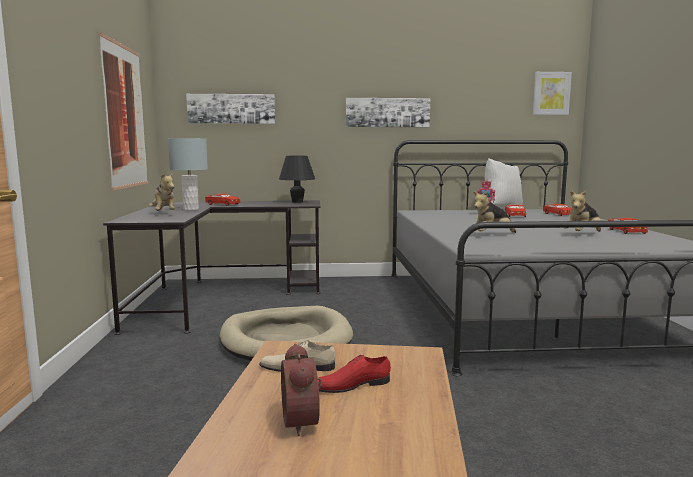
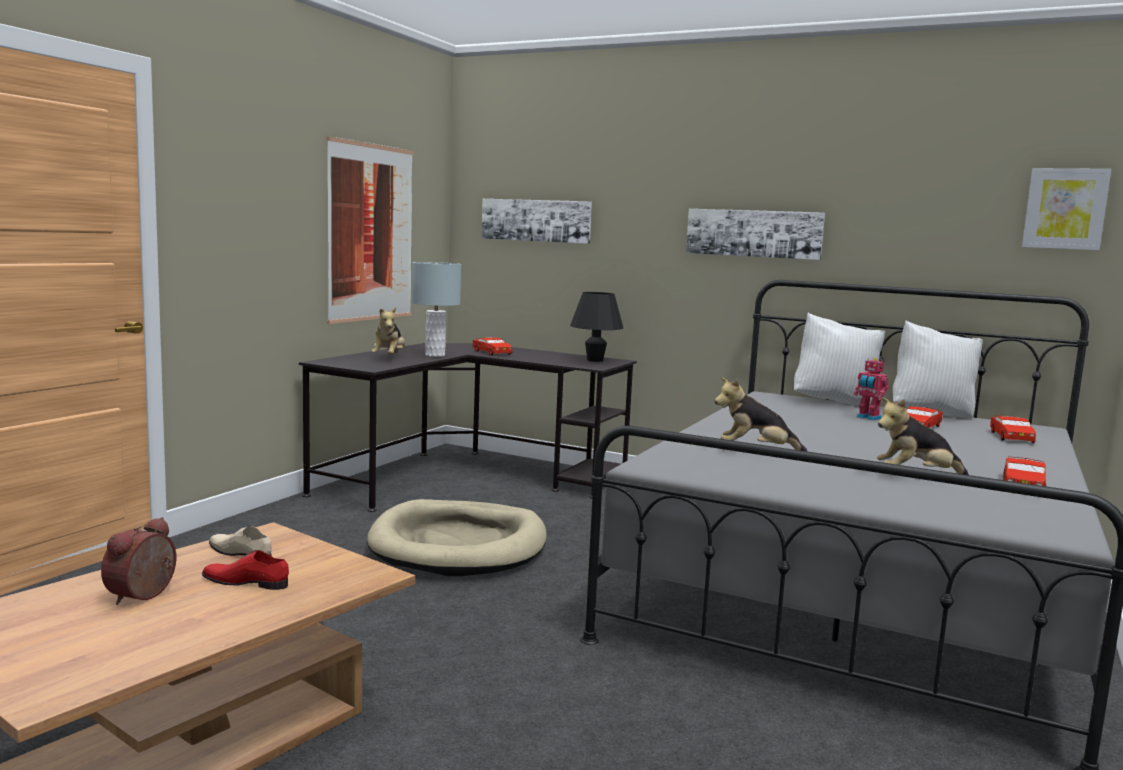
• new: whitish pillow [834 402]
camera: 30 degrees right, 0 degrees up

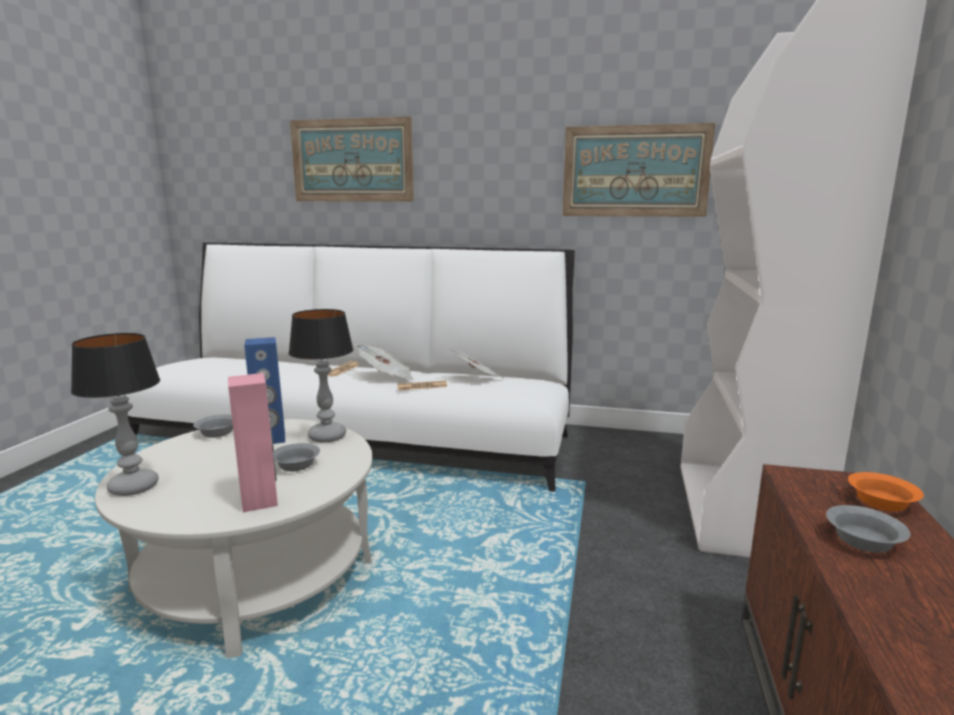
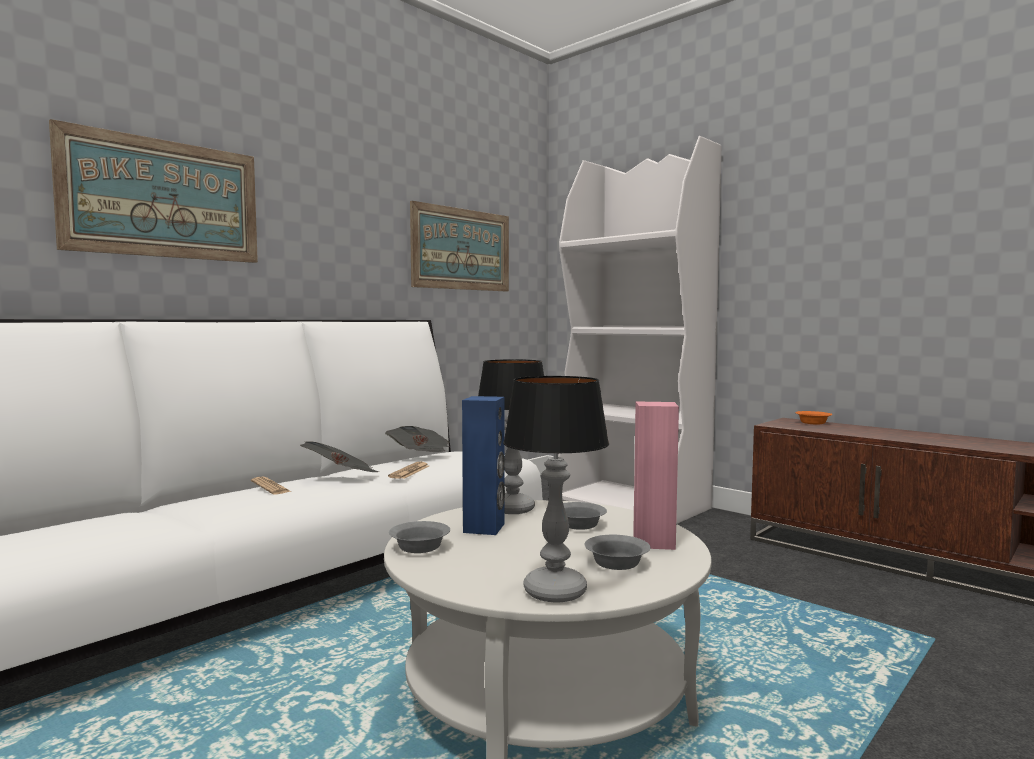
• shifted: gray bowl [862 541] to [617 564]
camera: 60 degrees left, 10 degrees down

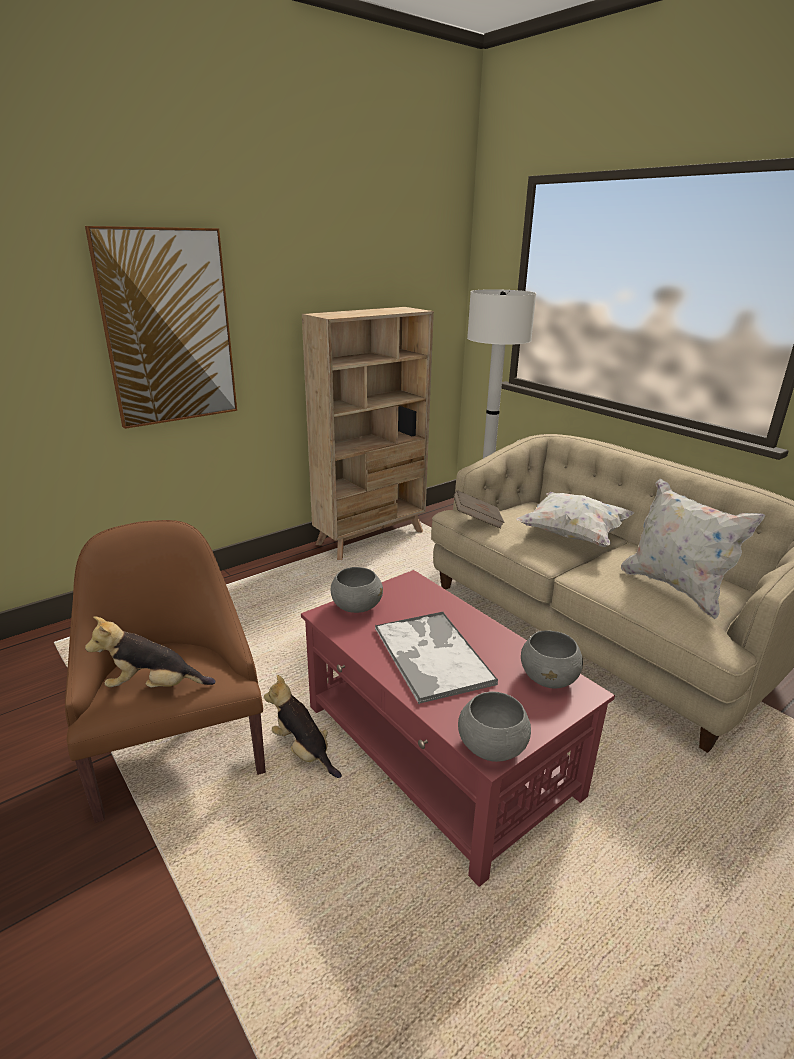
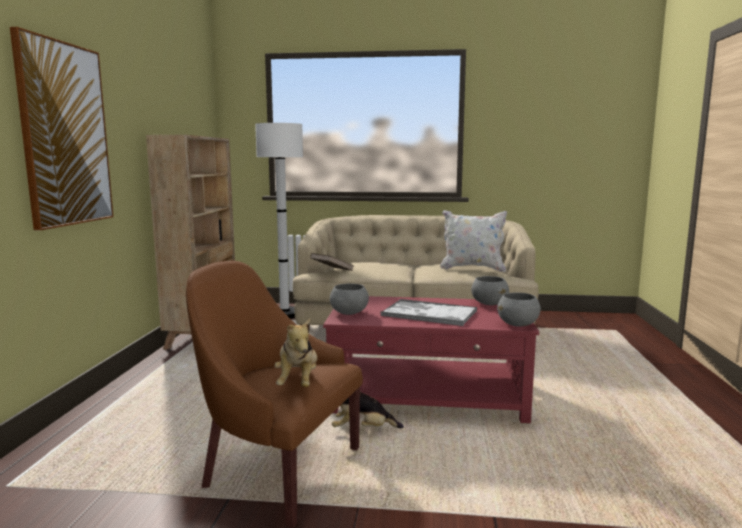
• rotated: soft toy [154 686] = [298 382] 45 degrees counterclockwise
• gone: whitish pillow [572 535]
camera: 45 degrees left, 15 degrees down

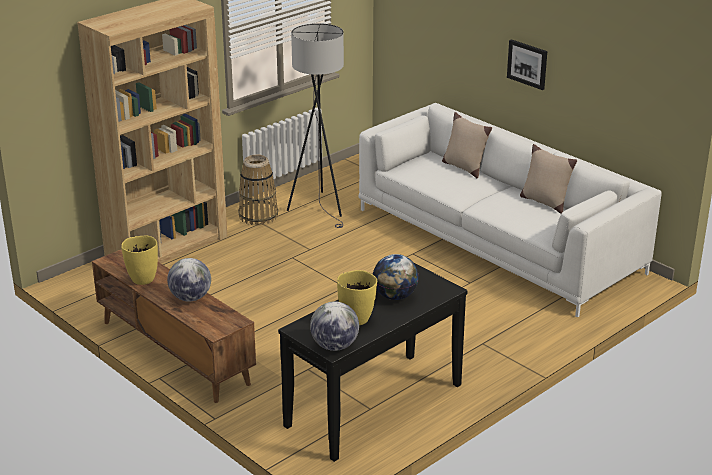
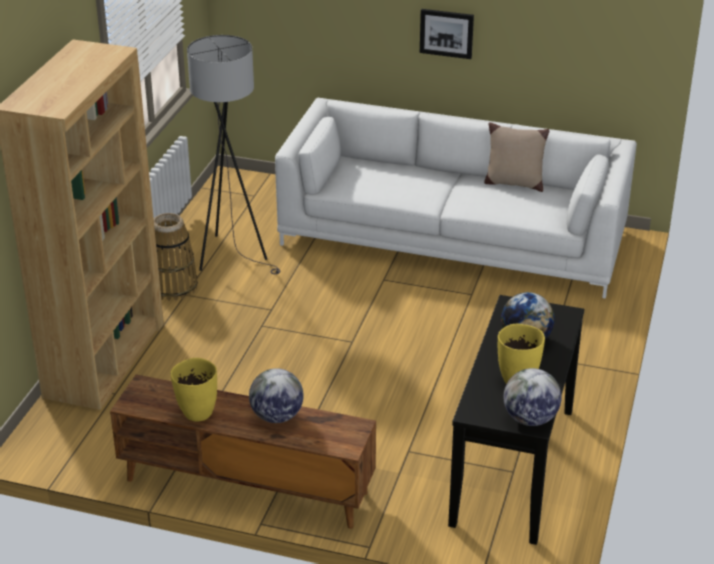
• gone: beige-coloured pillow [464 167]
camera: 30 degrees left, 5 degrees up

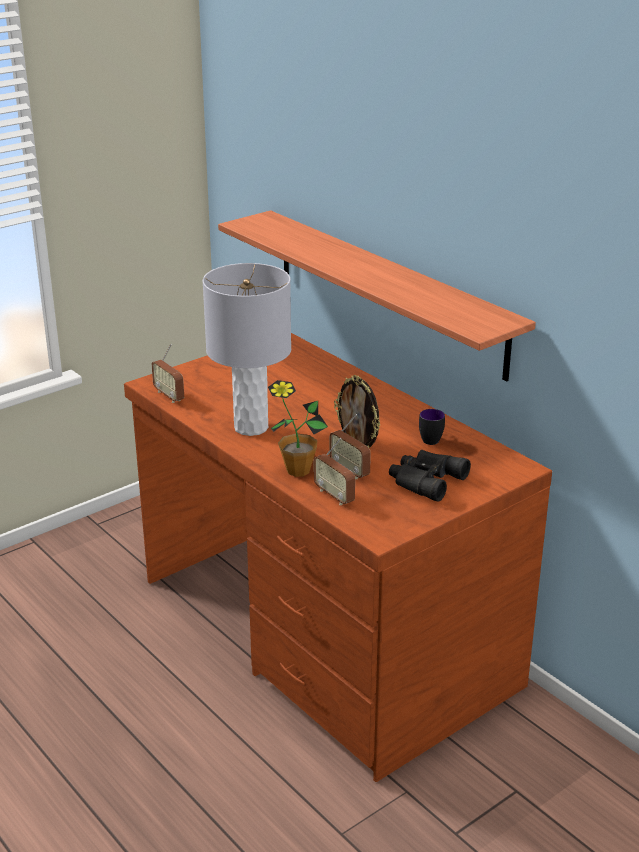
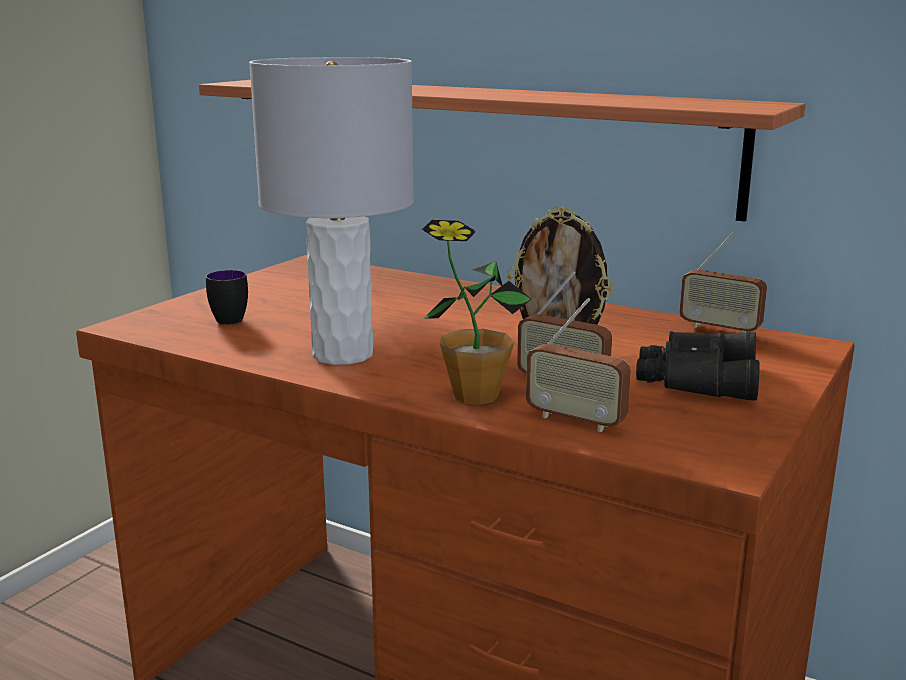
• shifted: tea mug [429 438] to [227 318]
• shifted: radio [169 396] to [719 329]
camera: 20 degrees left, 10 degrees down

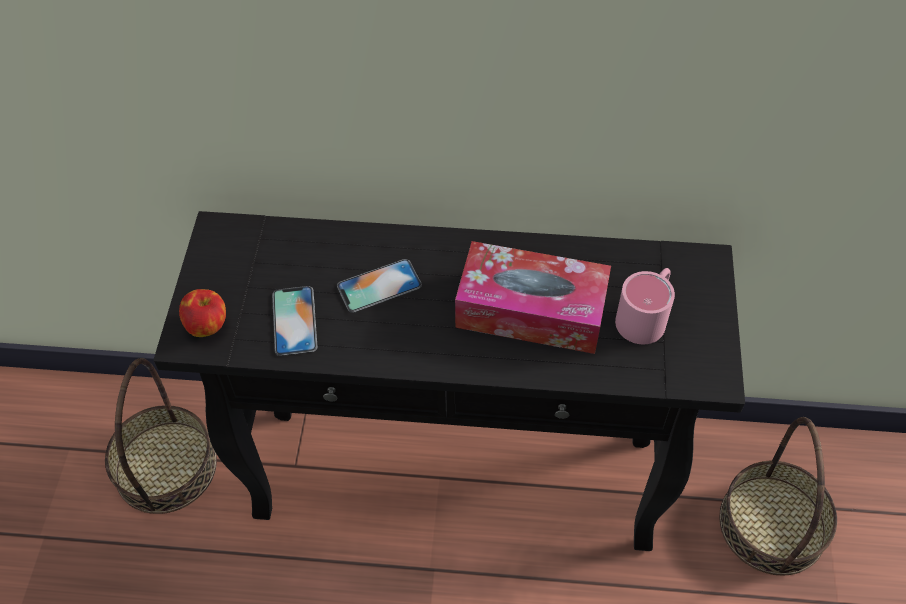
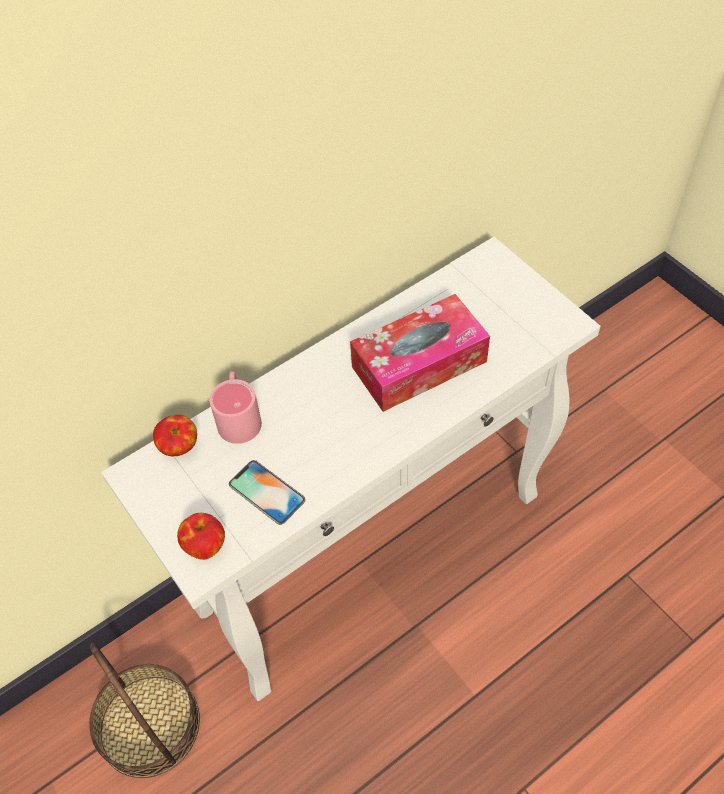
• repainted: black hall table [459 476] to whitish hall table [373 550]
• new: apple fruit [179 447]
• shifted: pink tea mug [646 315] to [239 416]
• gone: handset [379 286]
• gone: storage basket [771 524]
camera: 40 degrees left, 0 degrees up

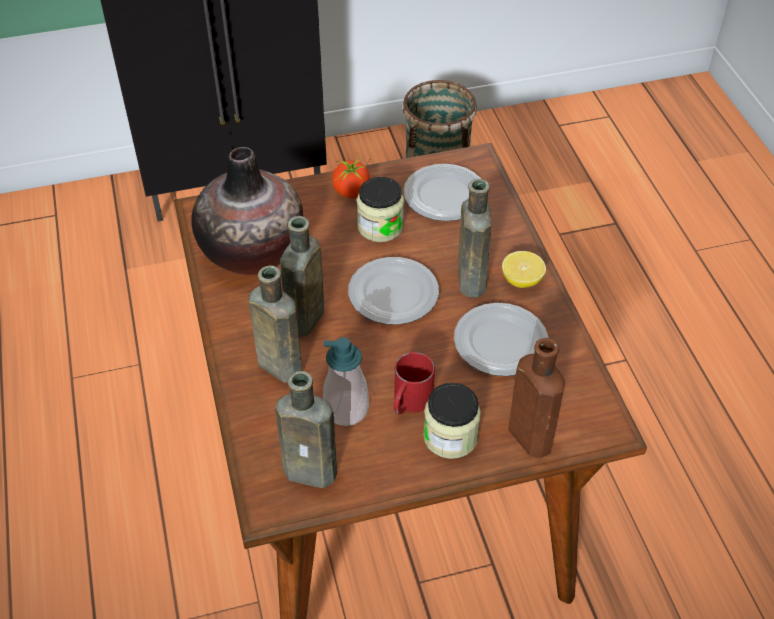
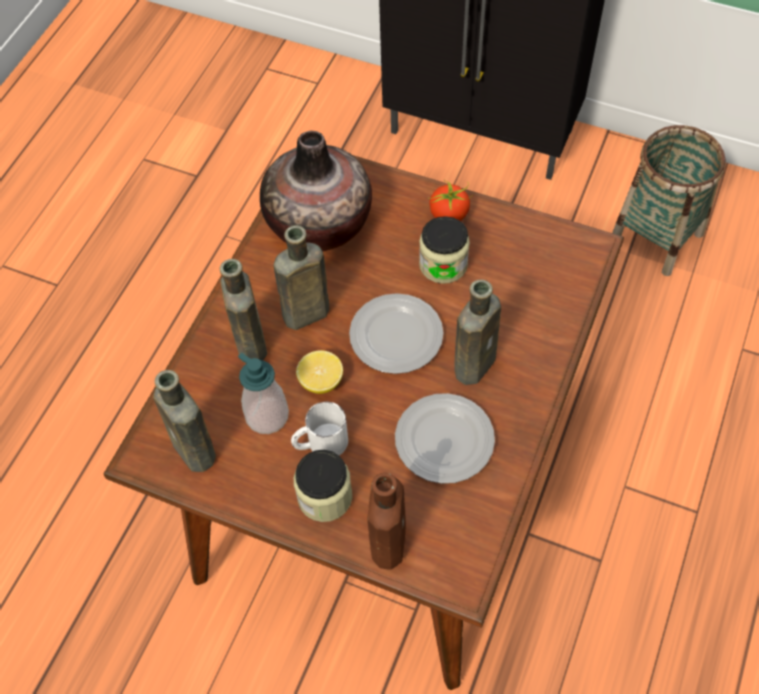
• repainted: reddish tea mug [409 402] to whitish tea mug [320 443]
• shifted: citrus fruit [521 280] to [321 381]
• gone: flat dish [444 196]
camera: 40 degrees right, 10 degrees up

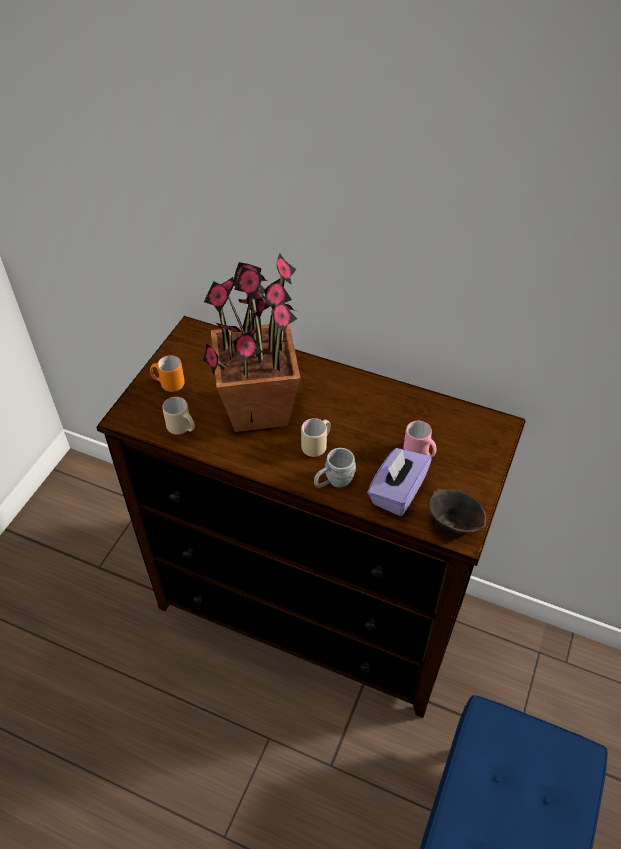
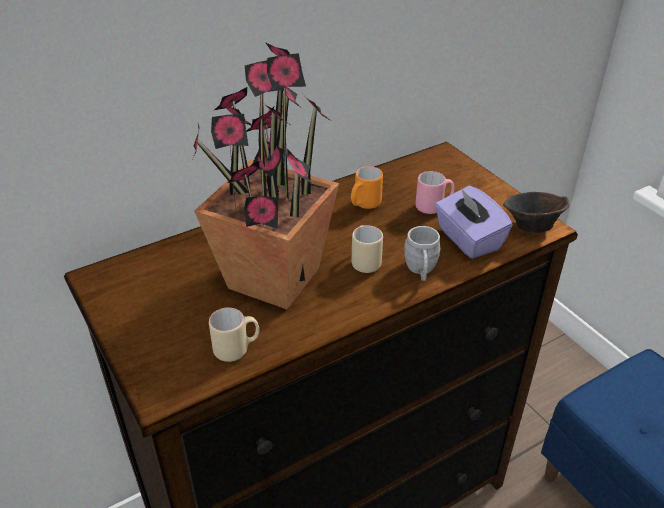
• shifted: orange tea mug [168 384] to [364 204]
camera: 55 degrees left, 10 degrees down

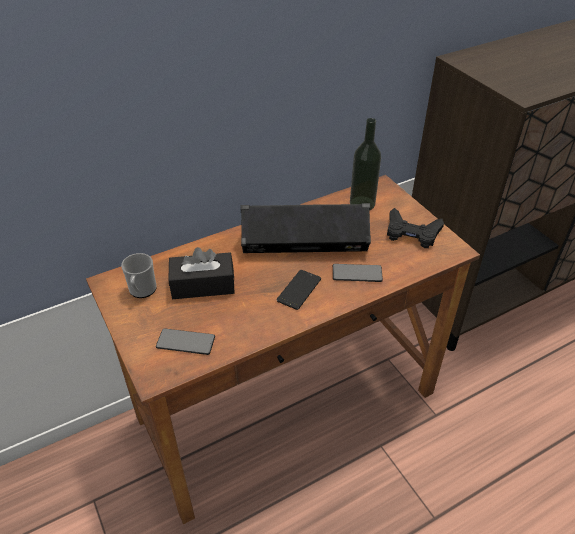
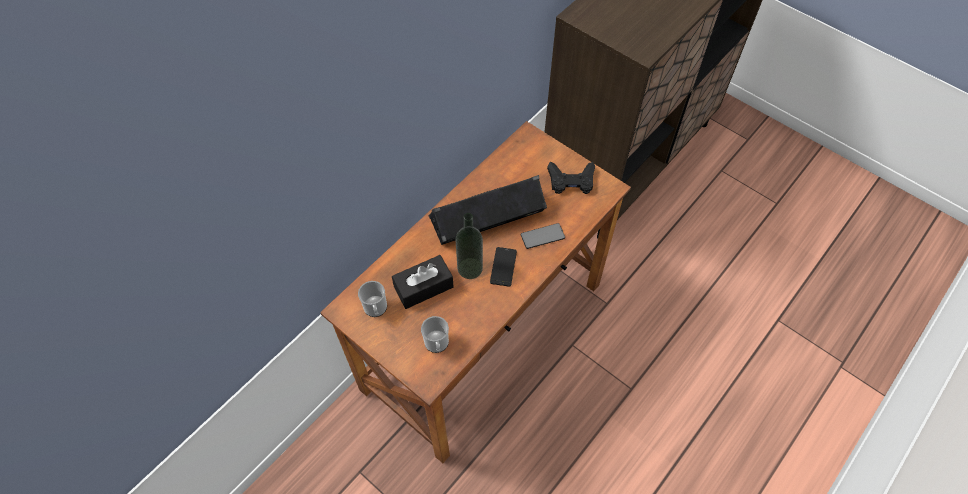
• swapped: handset [185 342] to tea mug [437 344]
• shifted: bottle [362 203] to [470 268]
camera: 20 degrees left, 15 degrees up

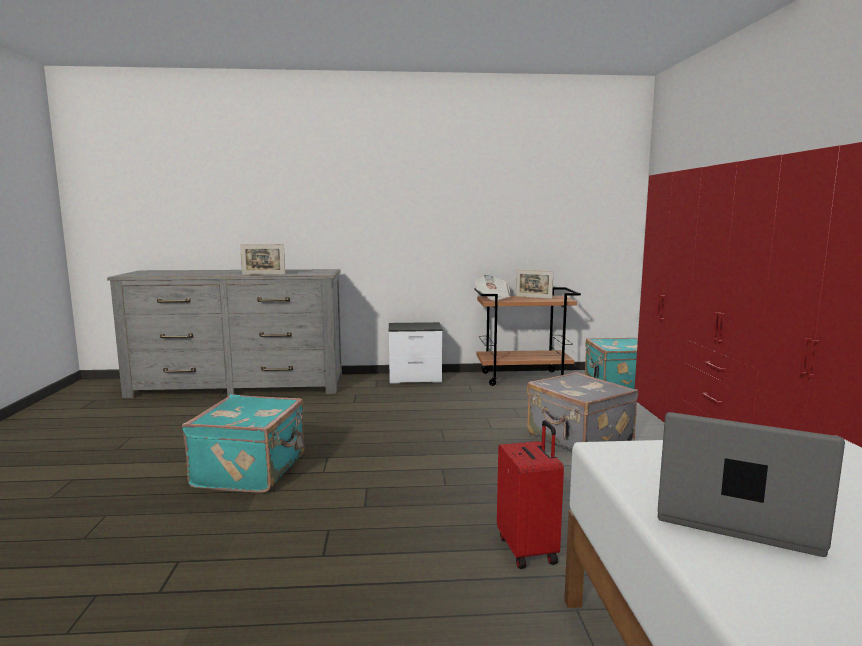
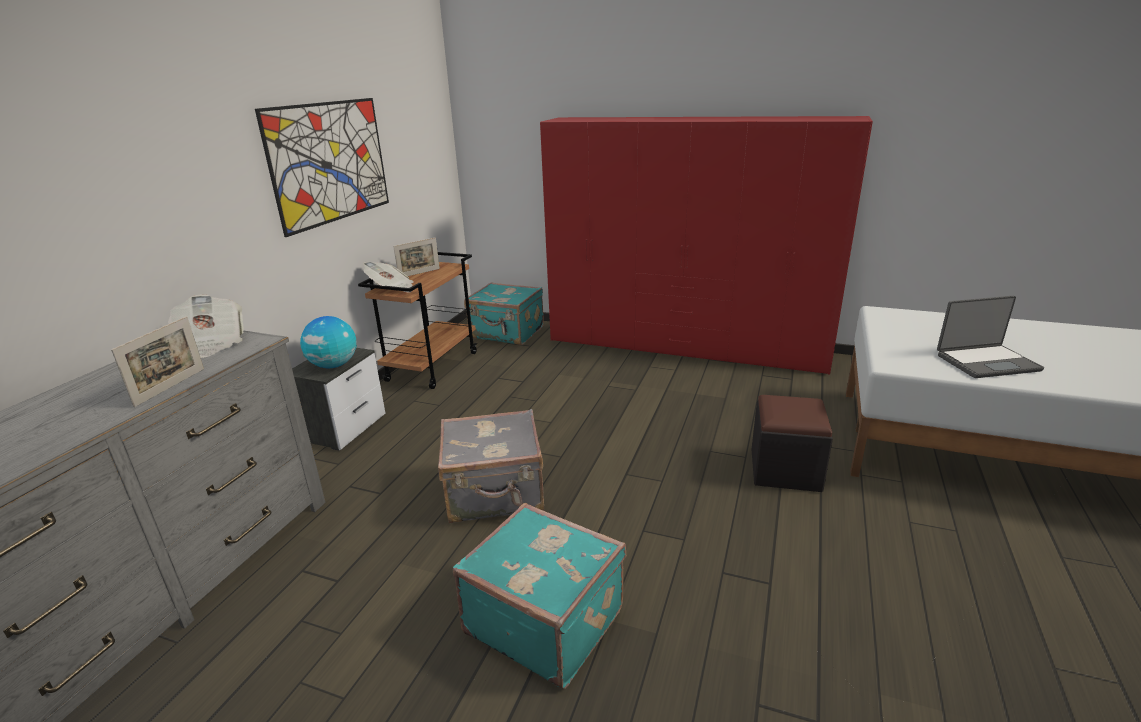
• new: newspaper [211 343]
• new: wall art [330 162]
• new: world globe [334 365]
• shifted: gray travel case [578 440] to [495 494]
• swapped: reddish travel case [528 549] to black pouffe [785 470]
• rotated: notebook computer [736 516] = [986 362] 150 degrees counterclockwise
camera: 65 degrees left, 15 degrees up

